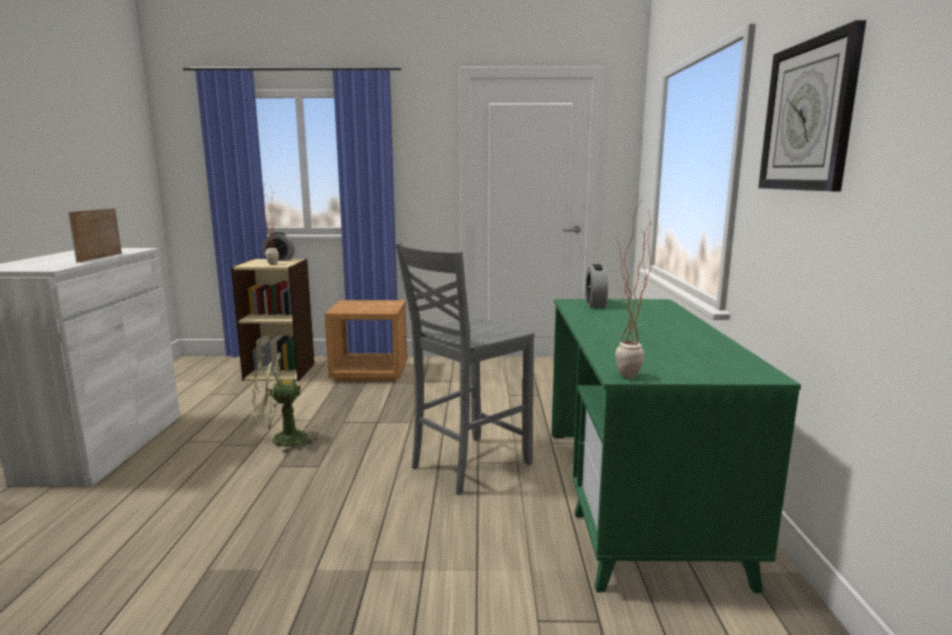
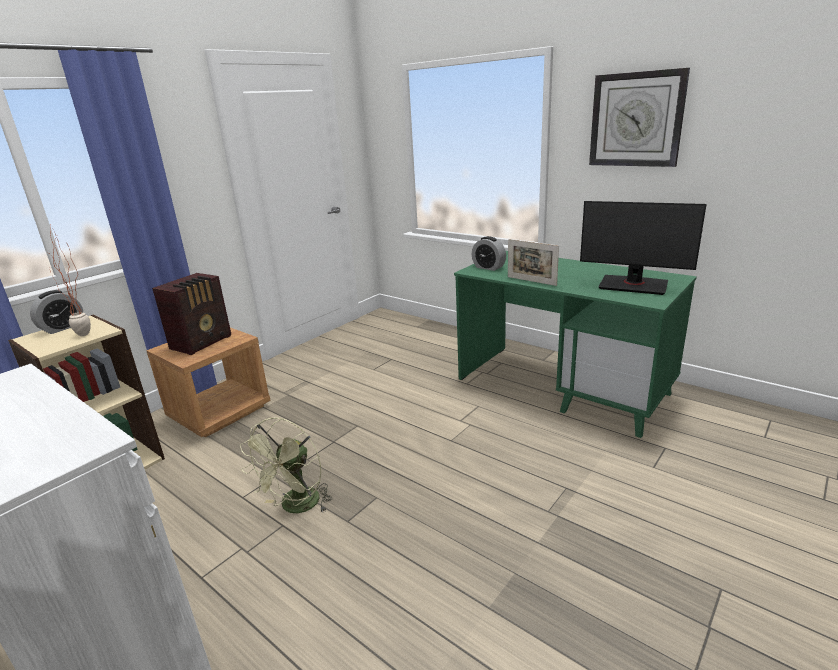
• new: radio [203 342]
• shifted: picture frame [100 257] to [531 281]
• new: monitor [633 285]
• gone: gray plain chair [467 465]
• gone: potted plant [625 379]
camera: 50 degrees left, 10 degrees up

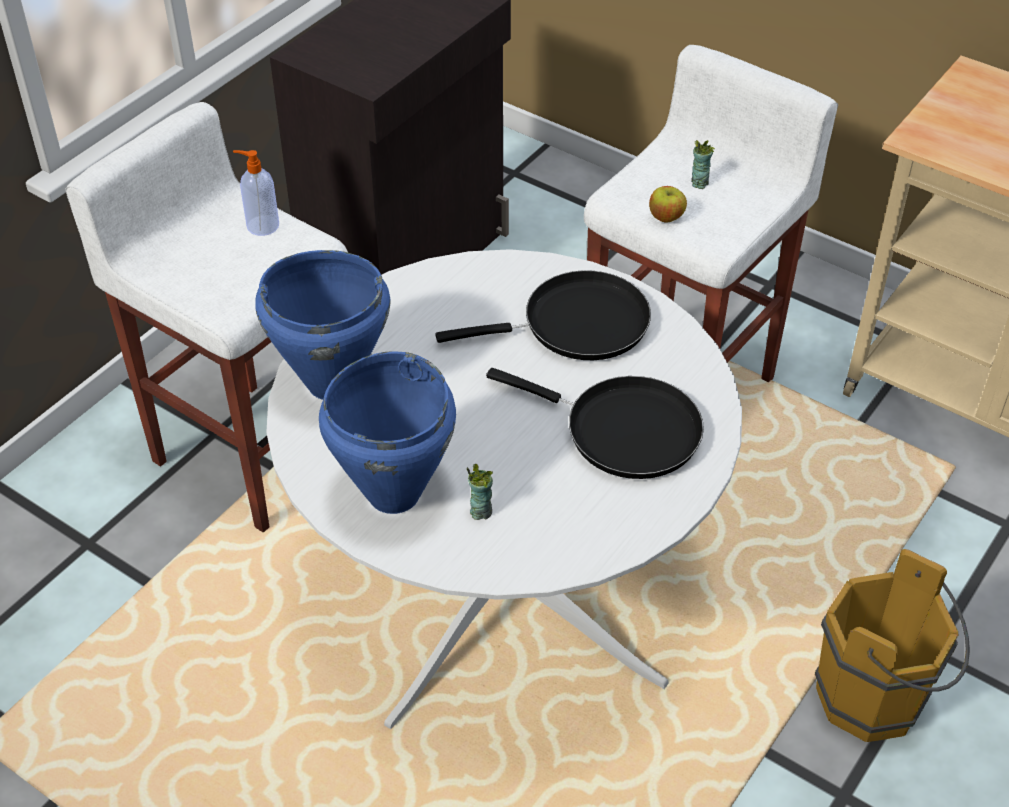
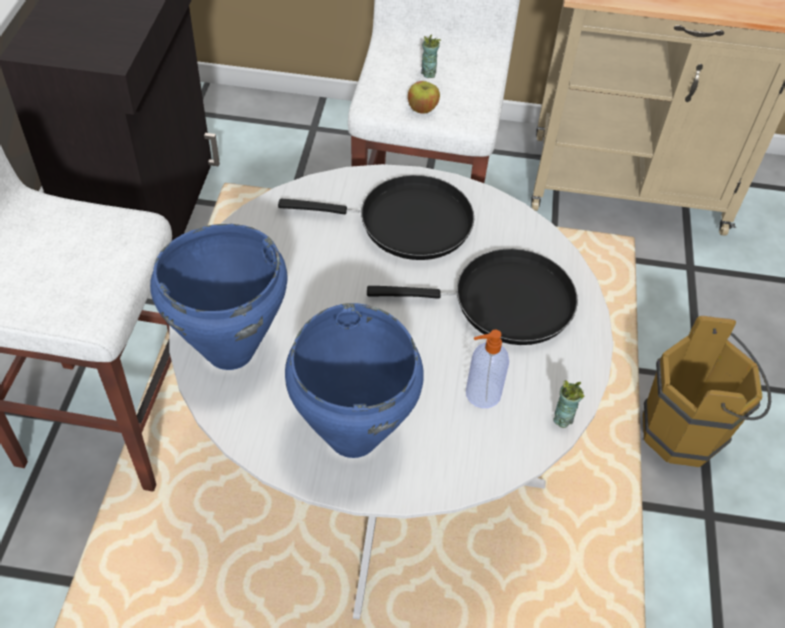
• rotated: black pan [576 324] = [406 223] 45 degrees clockwise
• shifted: liquid soap bottle [261 225] to [481 394]
• shifted: drinking cup [480 511] to [562 418]
camera: 30 degrees left, 5 degrees up

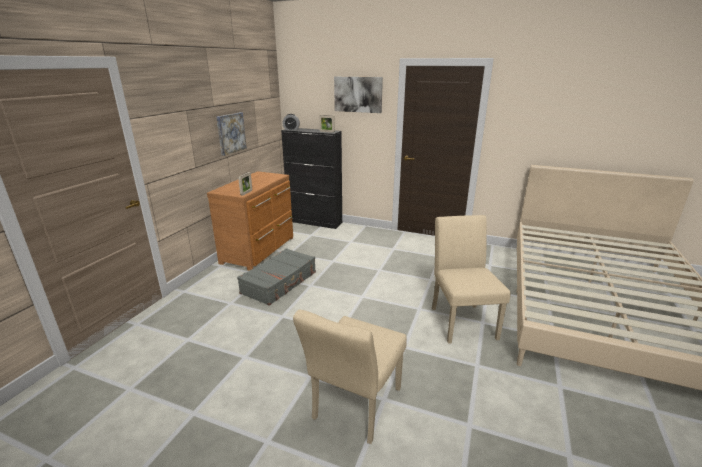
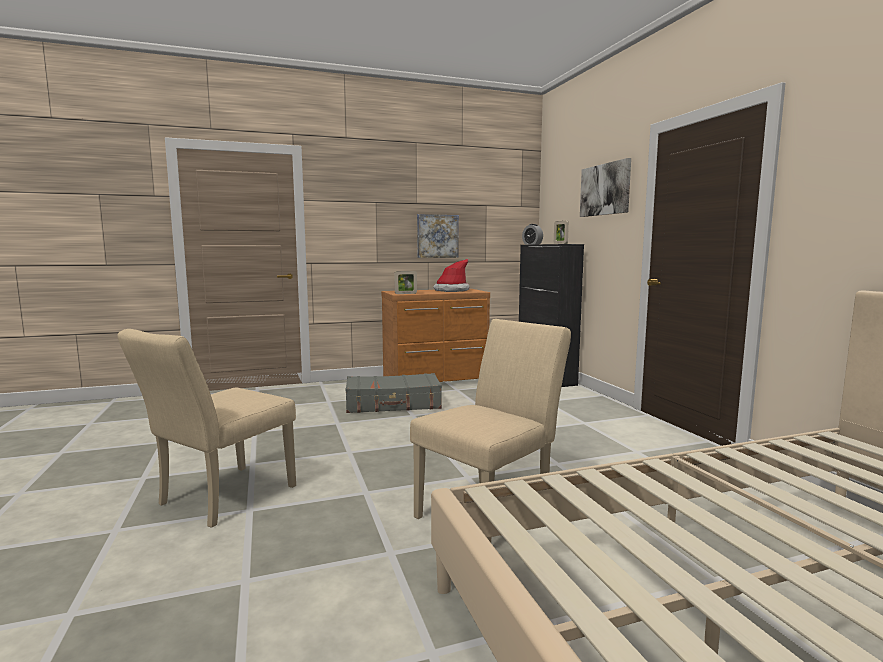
• rotated: beige-coloured plain chair [353 408] = [219 499] 45 degrees counterclockwise
• new: wearable hat [451 290]
camera: 50 degrees right, 15 degrees down

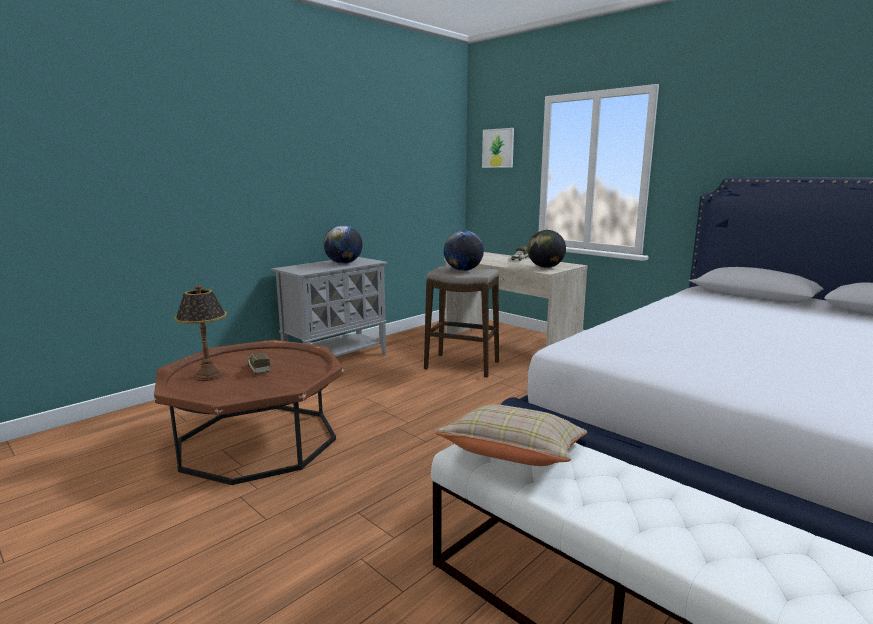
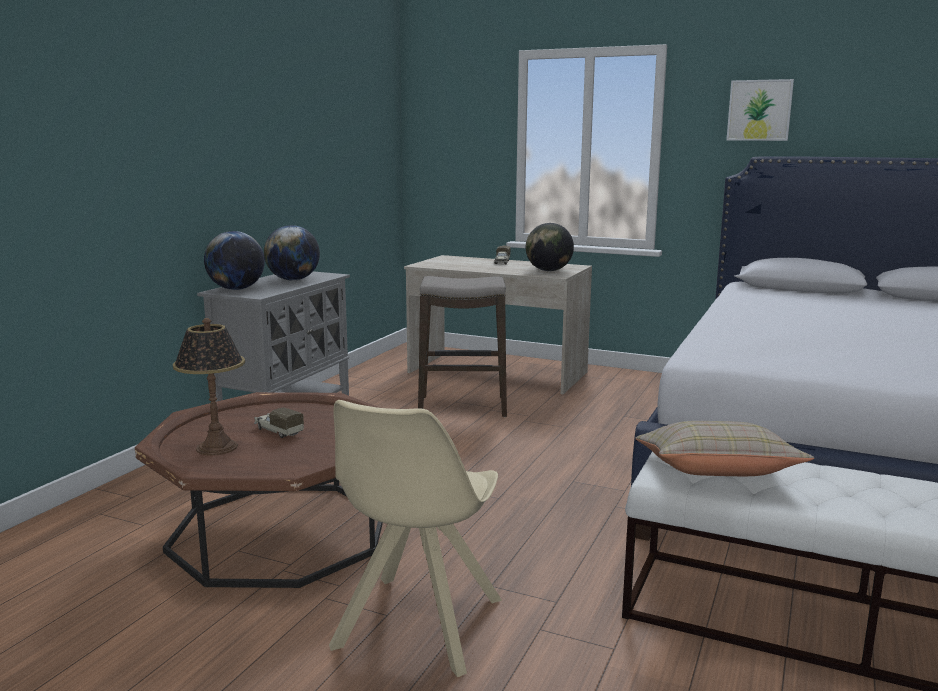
• shifted: world globe [463 270] to [236 289]
• new: beige-coloured plain chair [416 626]
• shifted: wall art [498 148] to [759 110]
camera: 20 degrees left, 0 degrees up

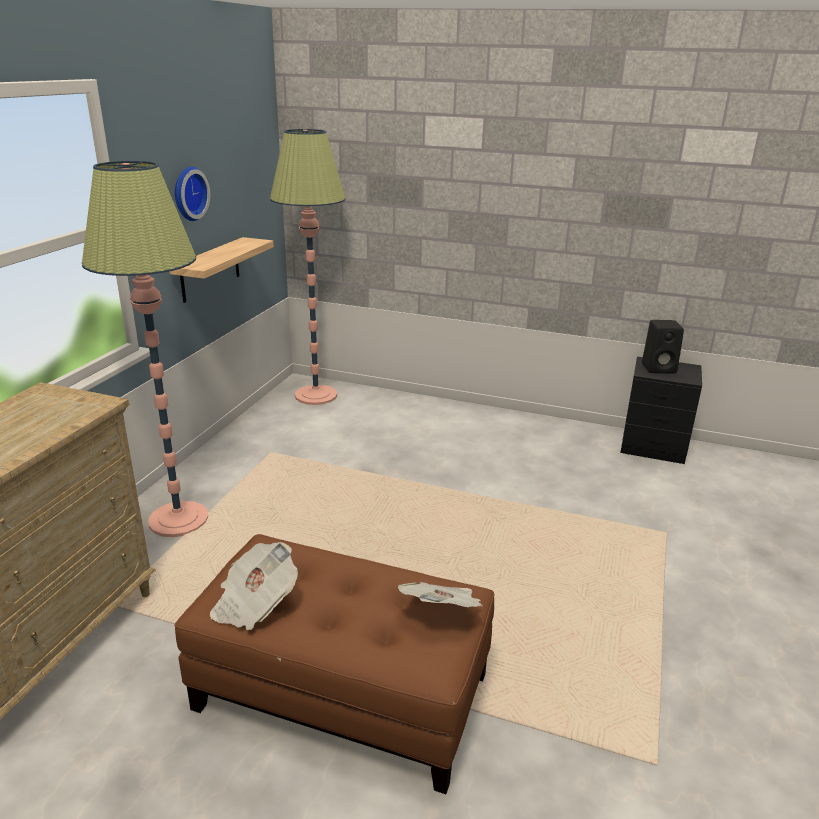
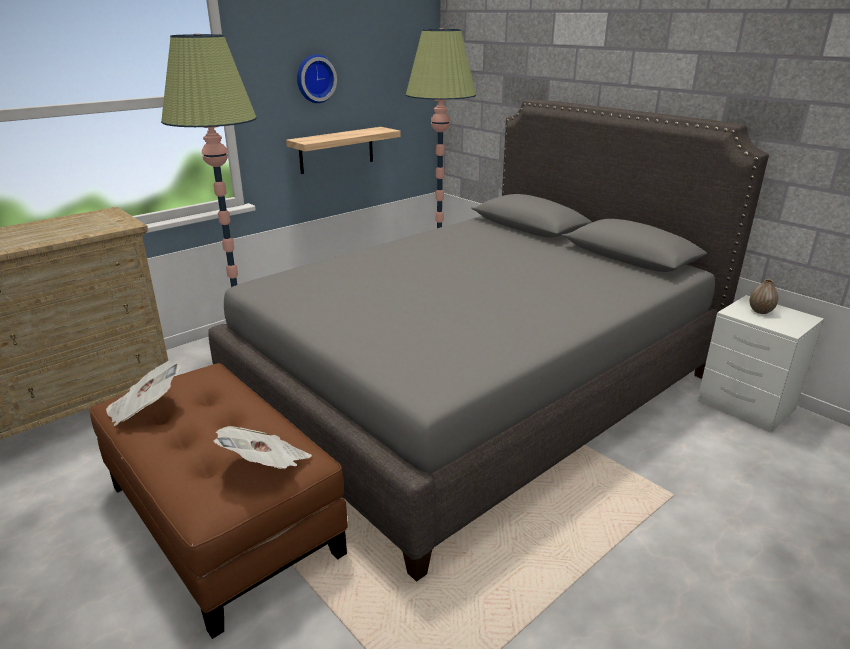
• new: gray sleeping bed [476 389]
• repainted: black bedside table [654 448] to whitish bedside table [747 406]
• swapped: black audio speaker [659 368] to decorative vase [760 311]
camera: 30 degrees right, 0 degrees up

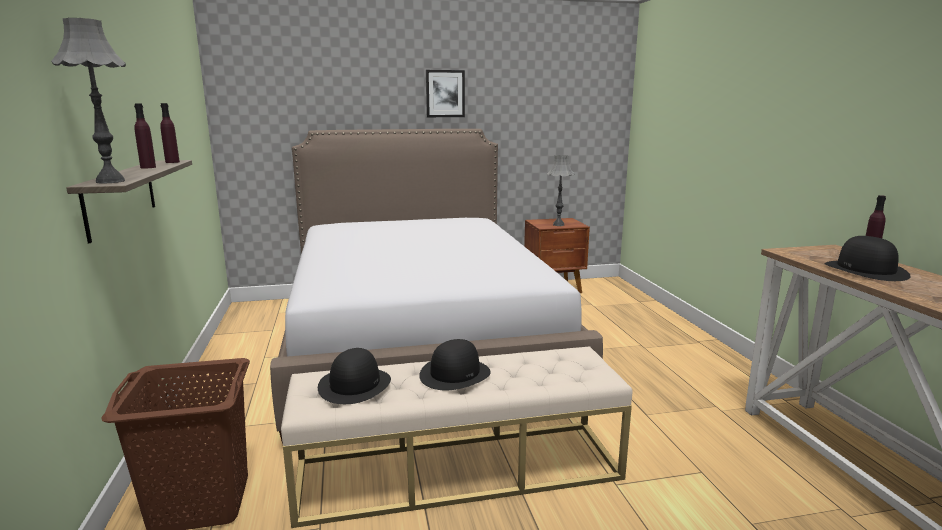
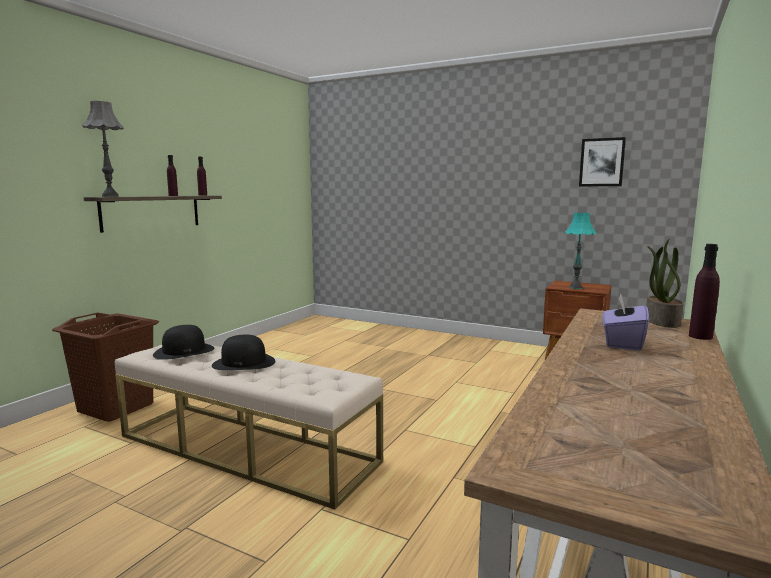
• repainted: gray lamp for a table [558 225] to blue-green lamp for a table [575 287]
• shifted: wall art [445 93] to [602 162]
• swapped: black wearable hat [866 270] to purplish box of tissues [622 343]
• new: potted plant [661 321]
• gone: sleeping bed [419 344]
camera: 40 degrees right, 5 degrees down

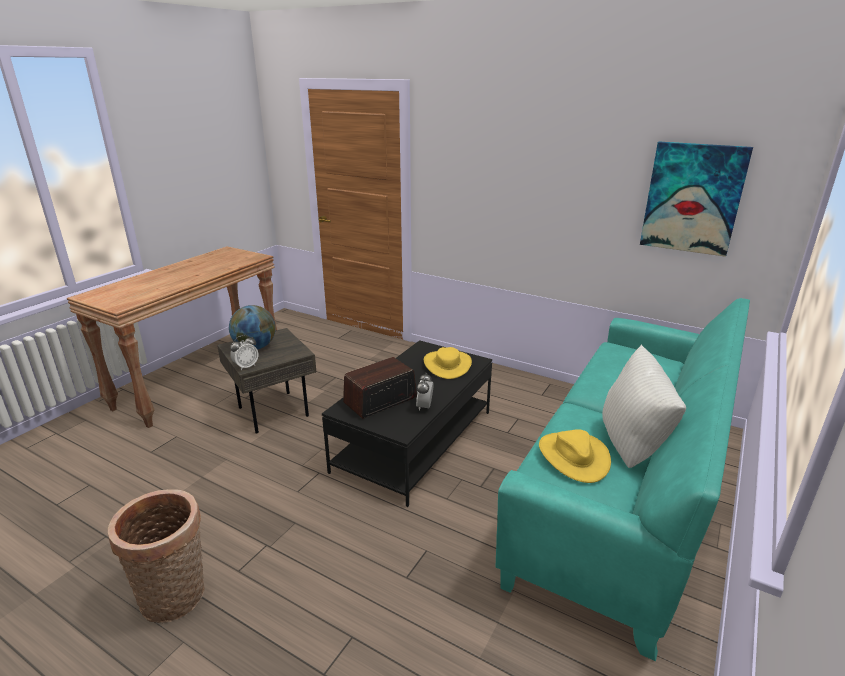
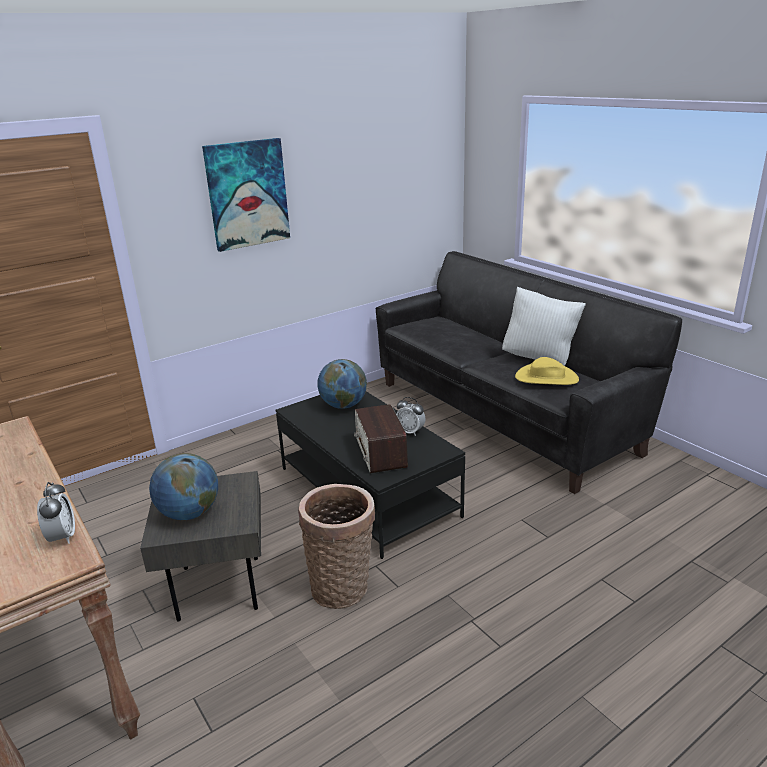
• shifted: table clock [246 366] to [62 537]
• shifted: wall art [692 198] to [247 194]
• shifted: storage basket [176 598] to [342 586]
• swapped: yellow wearable hat [447 365] to world globe [343 405]
• repainted: blue-green sofa [622 494] to black sofa [502 415]
camera: 65 degrees left, 0 degrees up

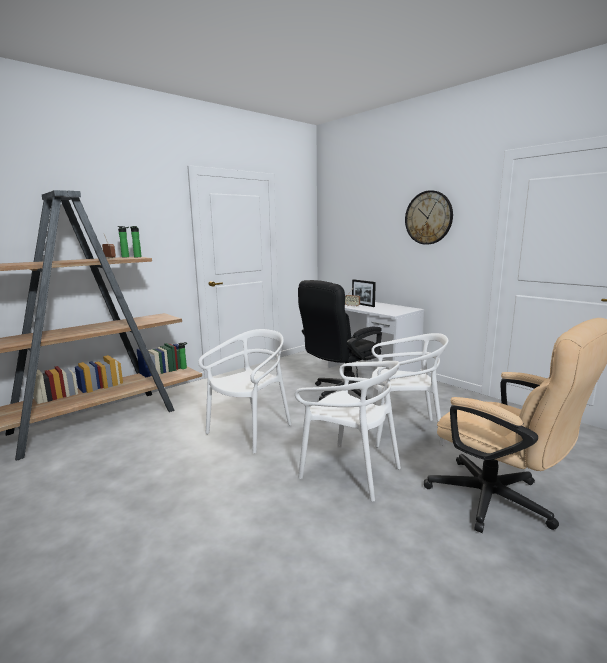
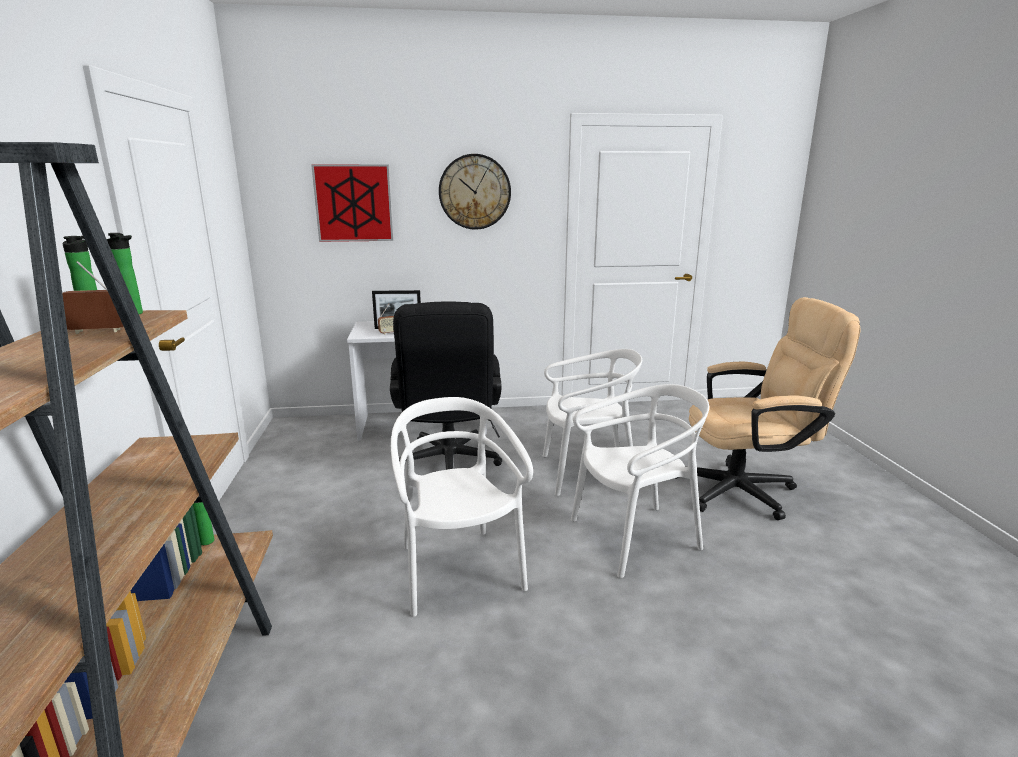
• new: wall art [353 203]
• rotated: whitish plain chair [403 431] = [586 473] 45 degrees clockwise
camera: 55 degrees left, 5 degrees up

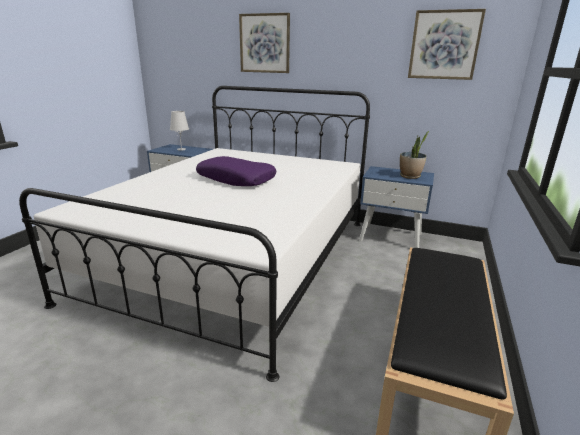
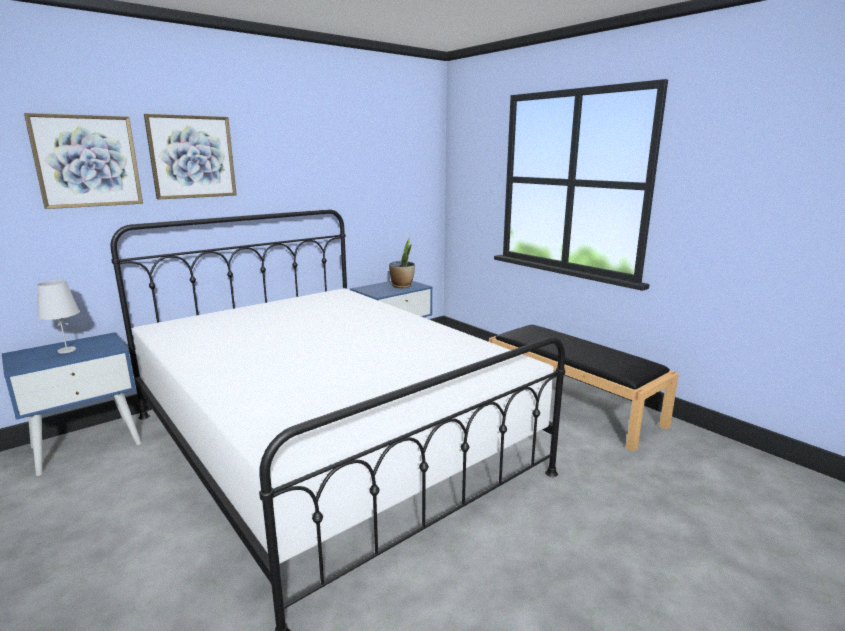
• shifted: wall art [444 45] to [87 161]
• gone: purplish pillow [236 179]
camera: 60 degrees left, 5 degrees down

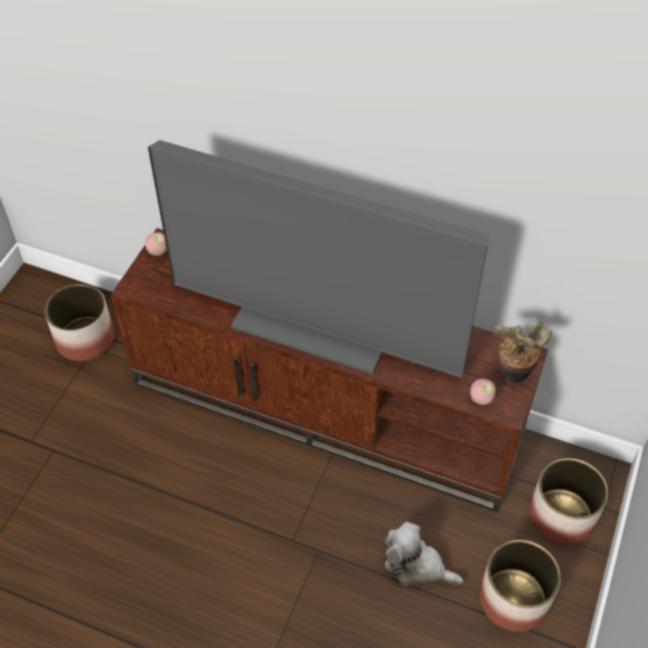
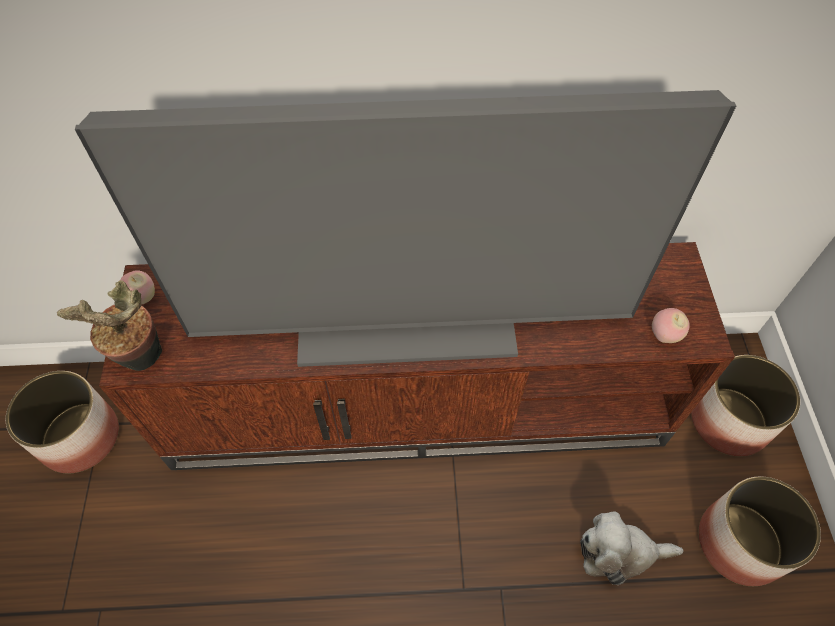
• shifted: potted plant [512 374] to [140 359]
camera: 25 degrees left, 5 degrees up

